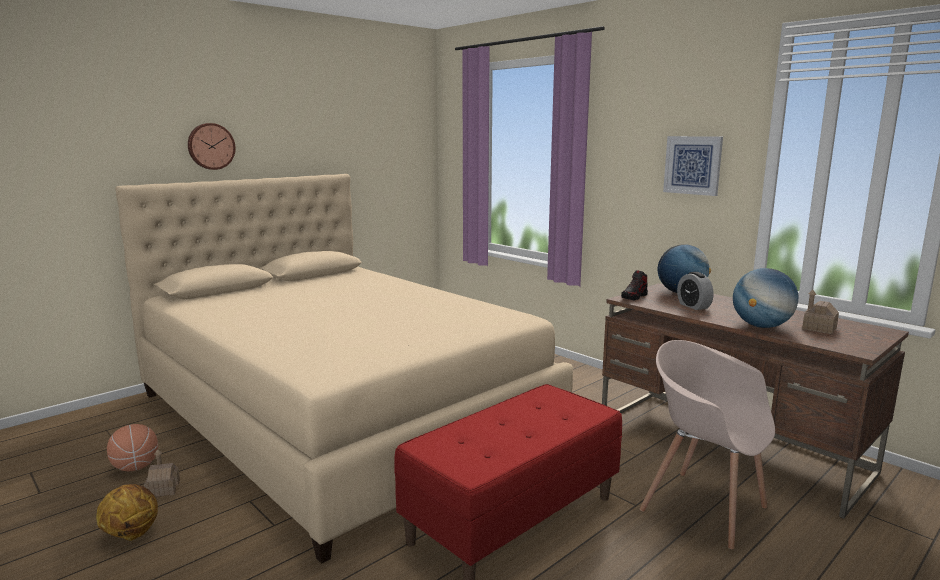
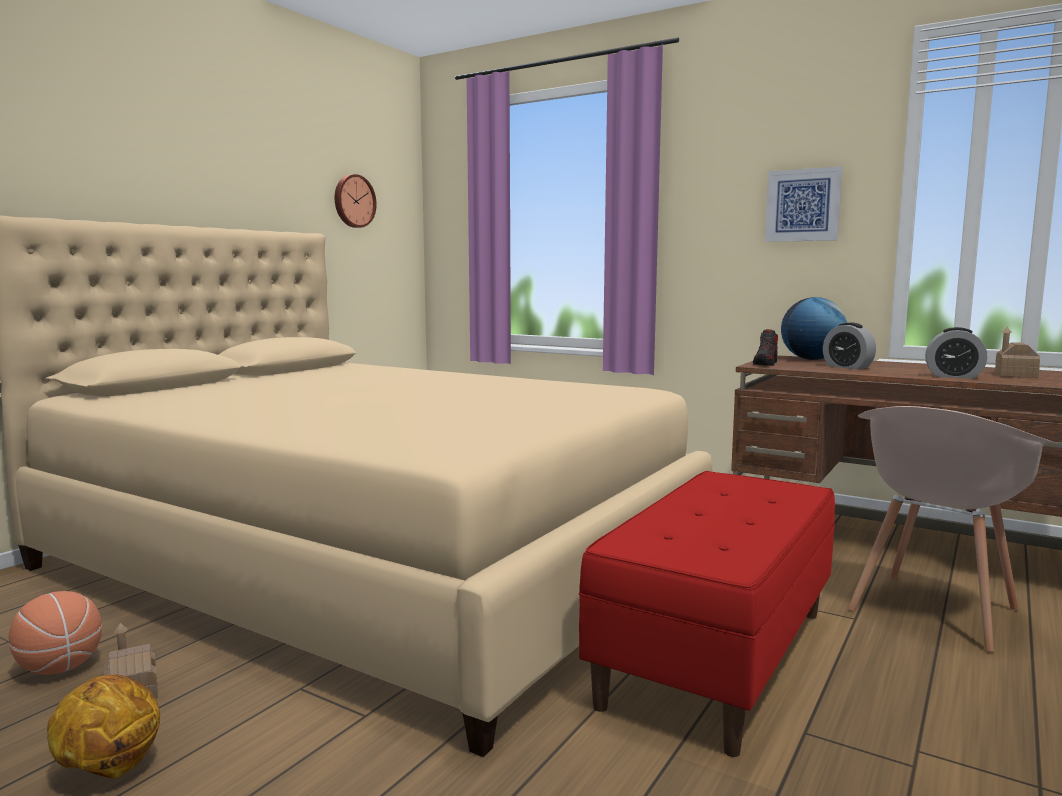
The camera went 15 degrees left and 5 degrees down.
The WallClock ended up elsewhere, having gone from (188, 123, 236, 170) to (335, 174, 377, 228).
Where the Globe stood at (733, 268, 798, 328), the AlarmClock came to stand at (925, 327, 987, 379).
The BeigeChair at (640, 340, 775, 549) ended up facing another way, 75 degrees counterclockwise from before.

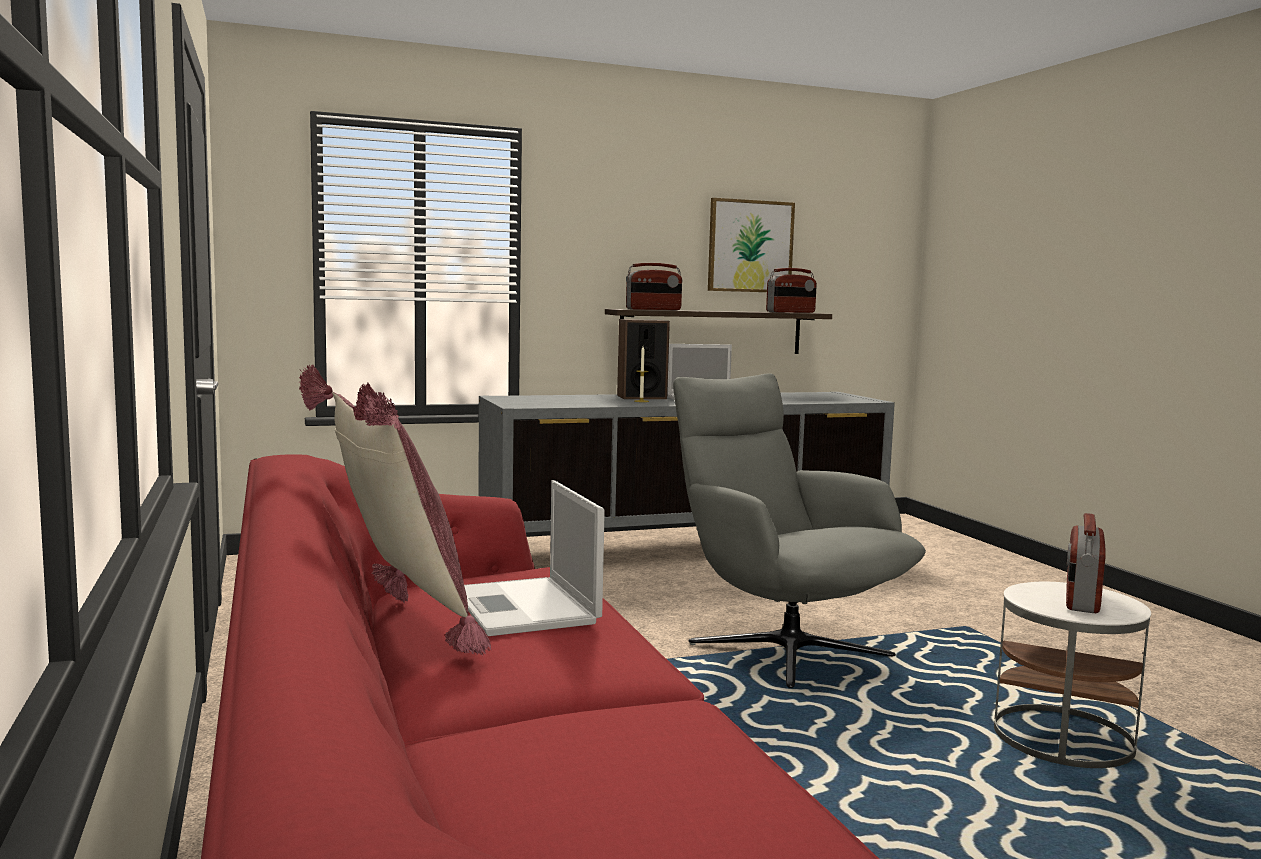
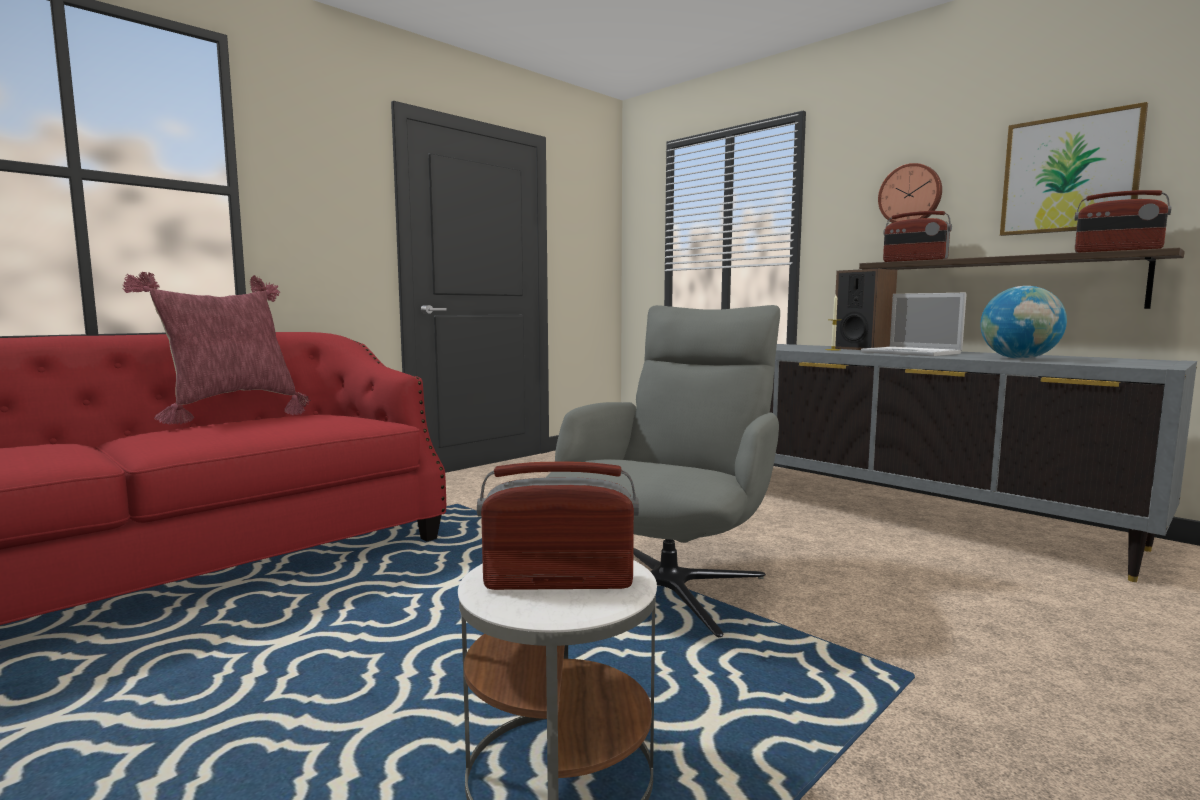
The camera went 65 degrees right and 0 degrees up.
The second view lost the Laptop at (464, 480, 605, 636).
The second view gained the WallClock at (878, 163, 942, 223).
The second view gained the Globe at (980, 286, 1067, 359).

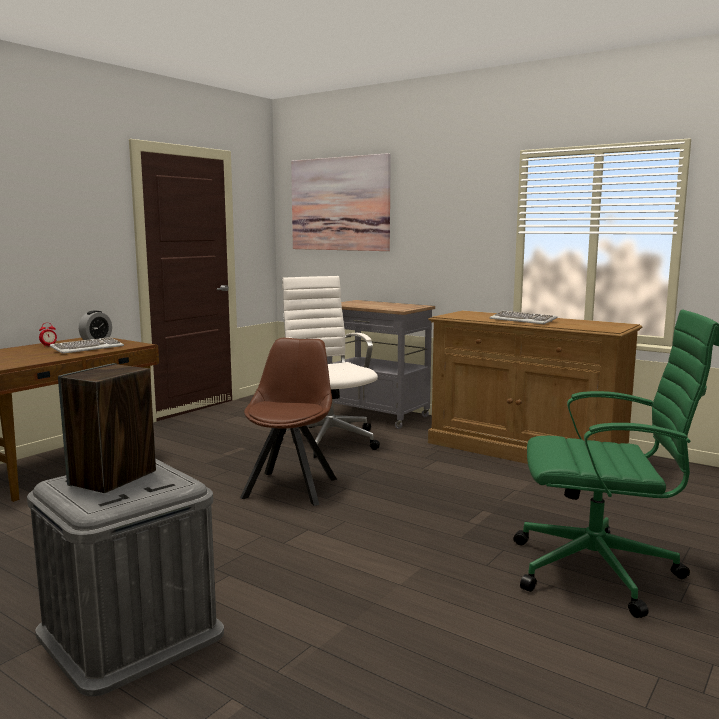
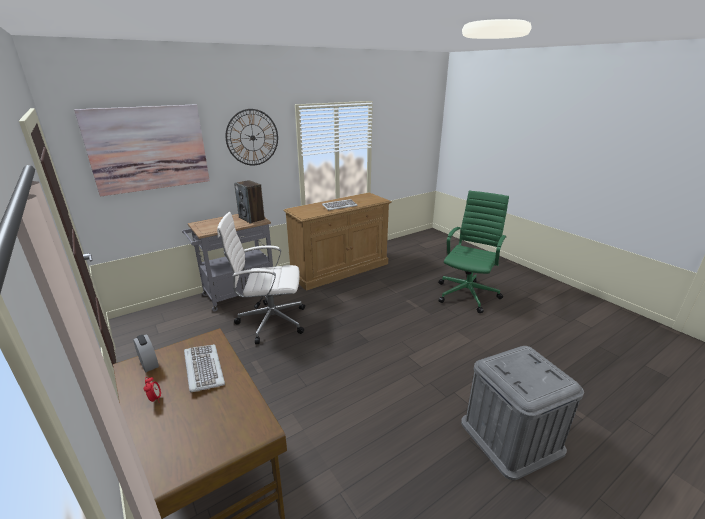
The camera went 70 degrees left and 15 degrees up.
The second view lost the BrownChair at (240, 338, 337, 506).
The second view gained the WallClock at (226, 109, 278, 165).
The Speaker ended up elsewhere, having gone from (58, 363, 156, 493) to (234, 180, 265, 224).

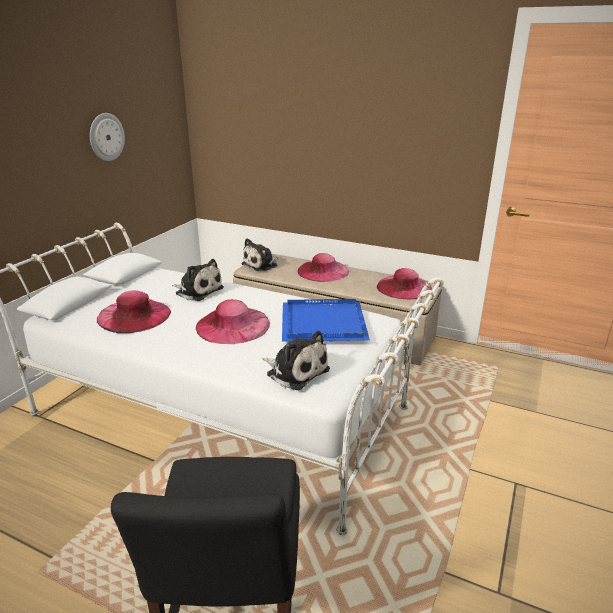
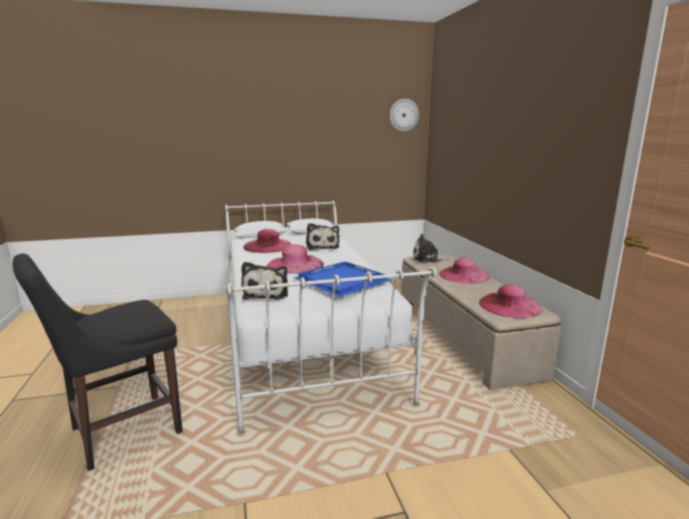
The camera went 50 degrees right and 10 degrees down.
The WallClock ended up elsewhere, having gone from (90, 113, 125, 161) to (390, 99, 419, 132).

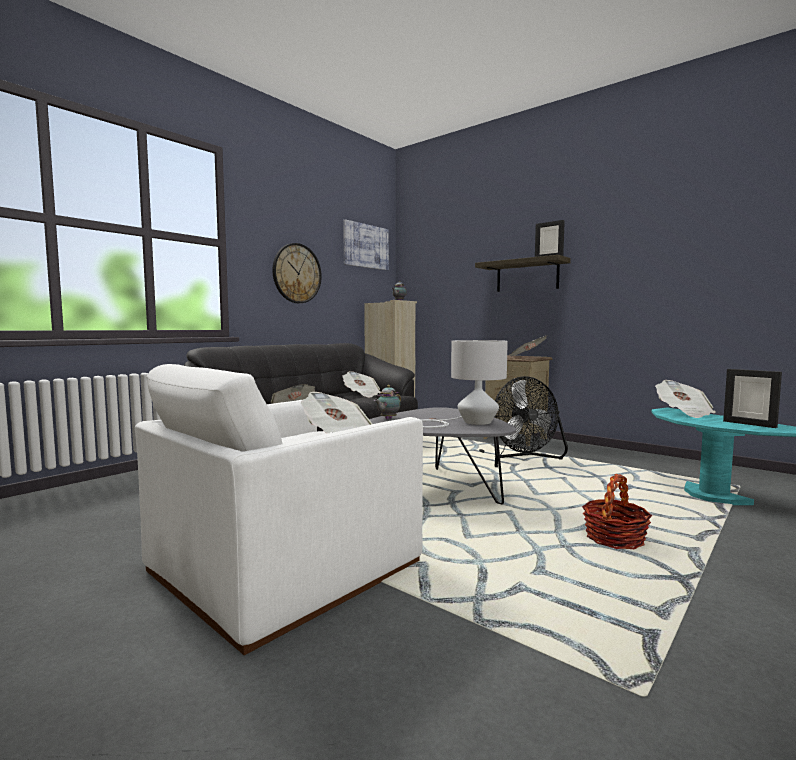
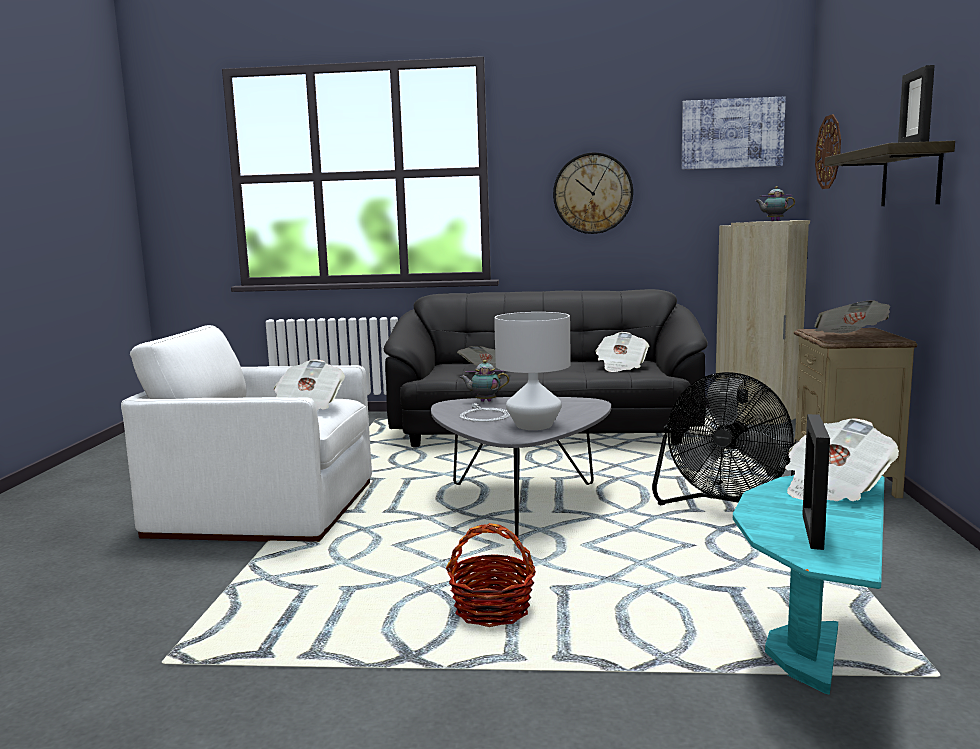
The camera went 55 degrees right and 5 degrees up.
The second view gained the WallClock at (815, 114, 841, 189).

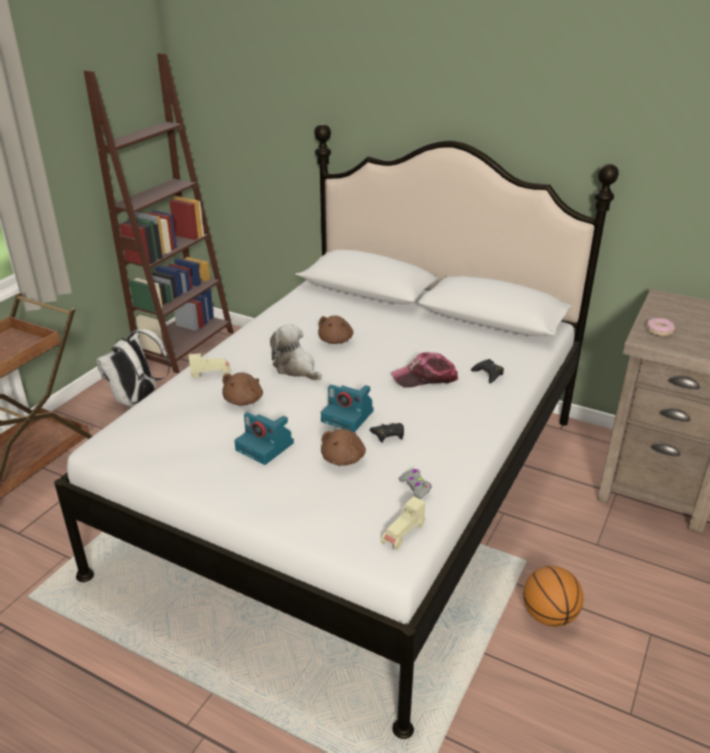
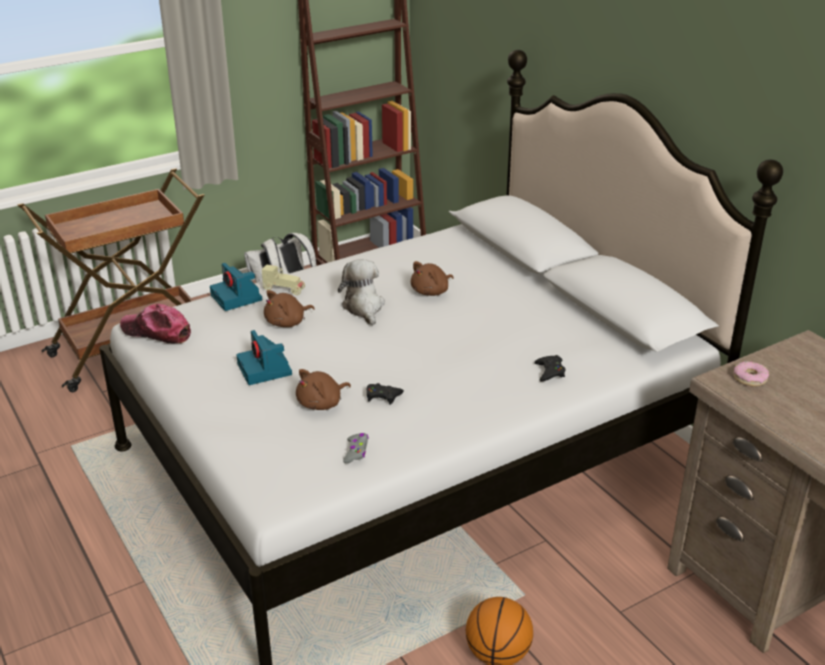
The camera went 30 degrees right and 0 degrees up.
The second view lost the BeigeToyCar at (381, 496, 426, 550).
The PhotoCamera ended up elsewhere, having gone from (321, 385, 374, 432) to (210, 263, 262, 311).
The Cap ended up elsewhere, having gone from (391, 352, 458, 388) to (120, 304, 191, 343).

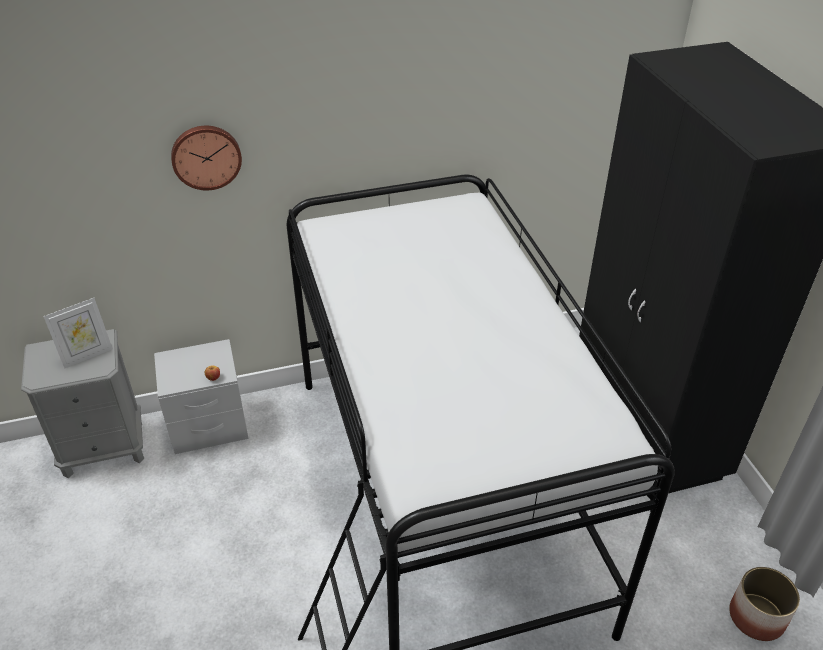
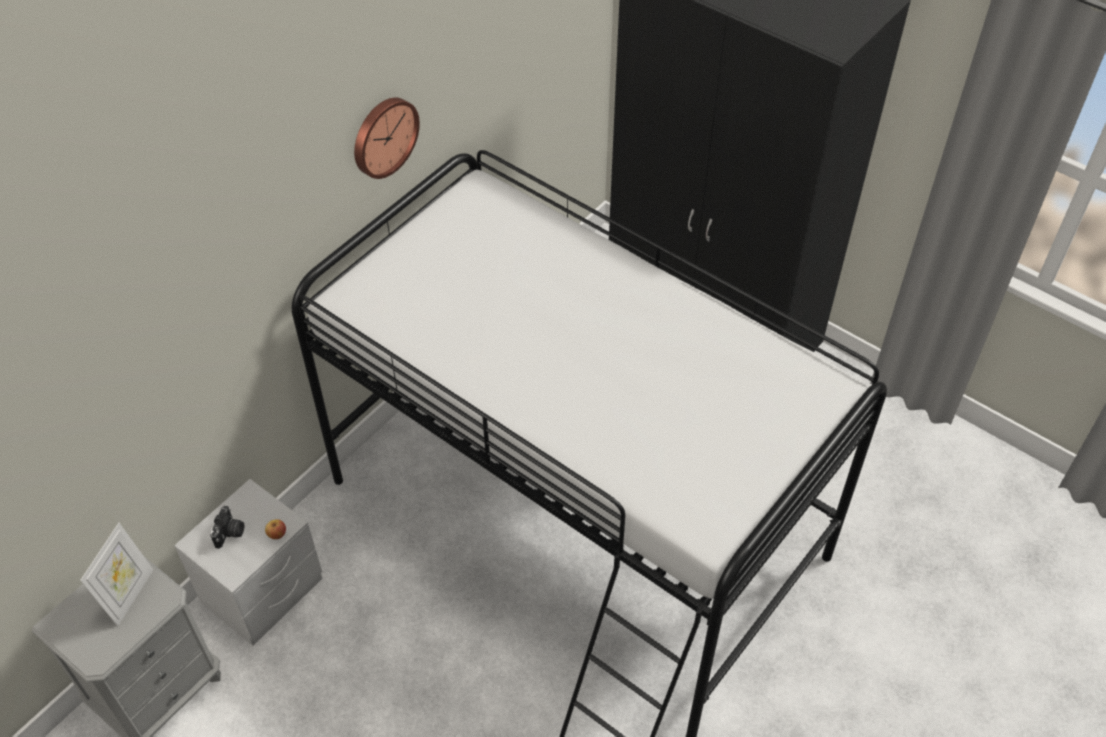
The camera went 35 degrees left and 10 degrees up.
The second view lost the Planter at (729, 567, 800, 641).
The second view gained the PhotoCamera at (210, 506, 244, 549).
The WallClock ended up elsewhere, having gone from (171, 126, 242, 190) to (354, 98, 420, 179).

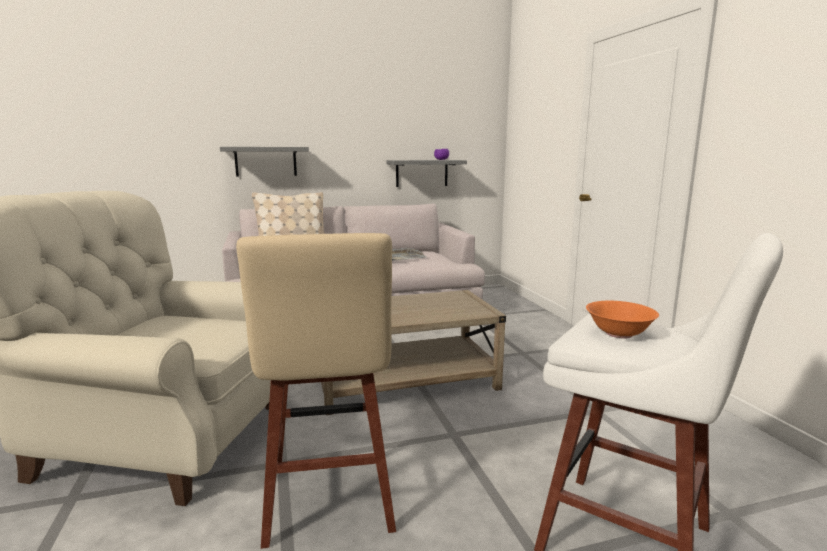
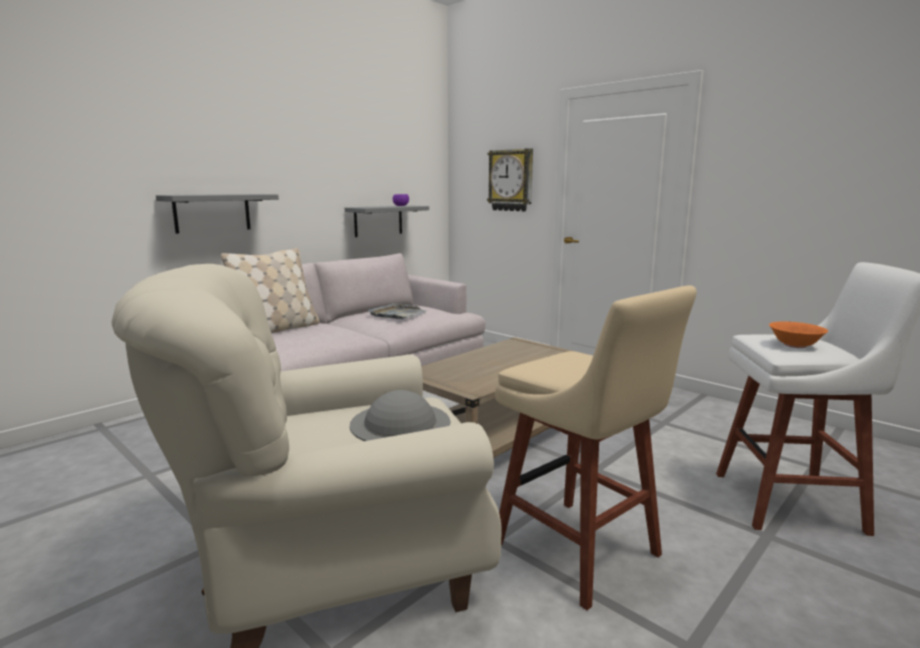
The camera went 30 degrees left and 0 degrees up.
The second view gained the GreyHat at (350, 390, 450, 441).
The second view gained the WallClock at (487, 148, 533, 211).

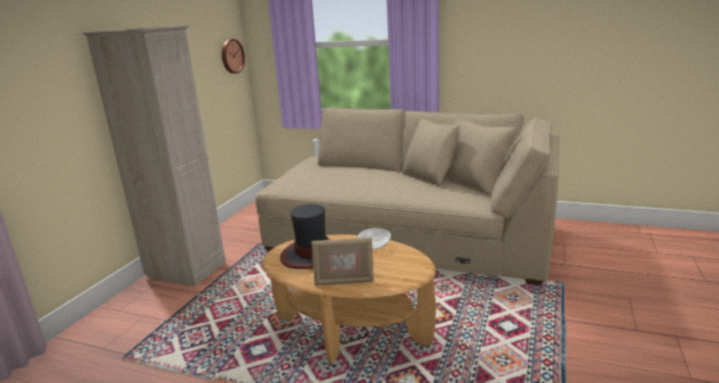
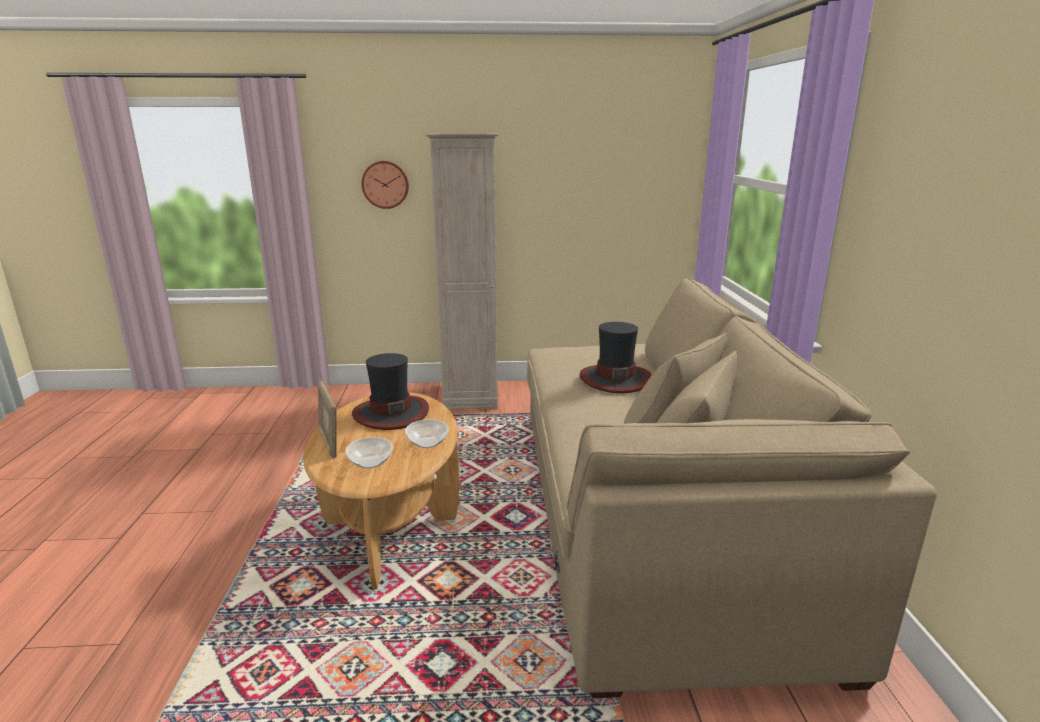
The camera went 65 degrees right and 0 degrees up.
The second view gained the Bowl at (345, 437, 393, 469).
The second view gained the Hat at (580, 322, 652, 393).
The WallClock ended up elsewhere, having gone from (222, 39, 245, 74) to (361, 161, 409, 209).

